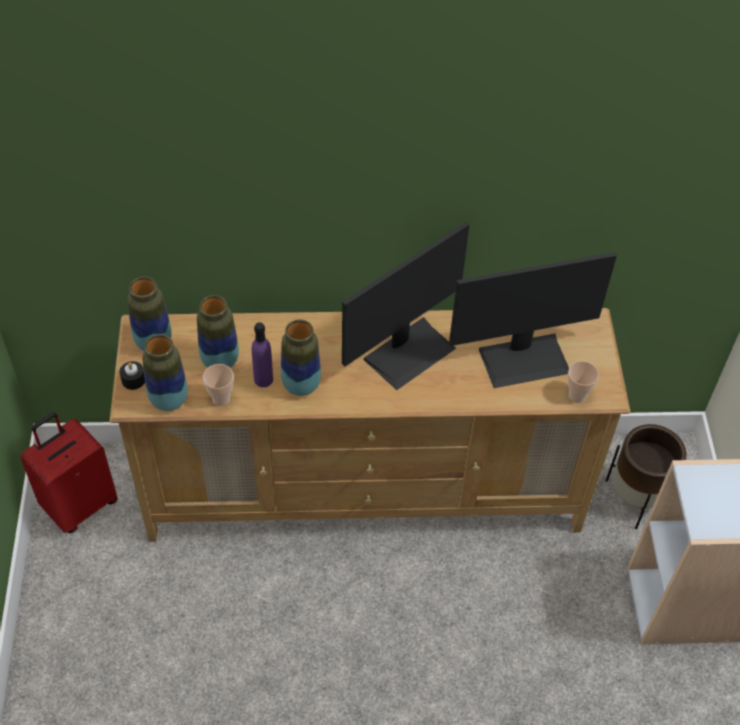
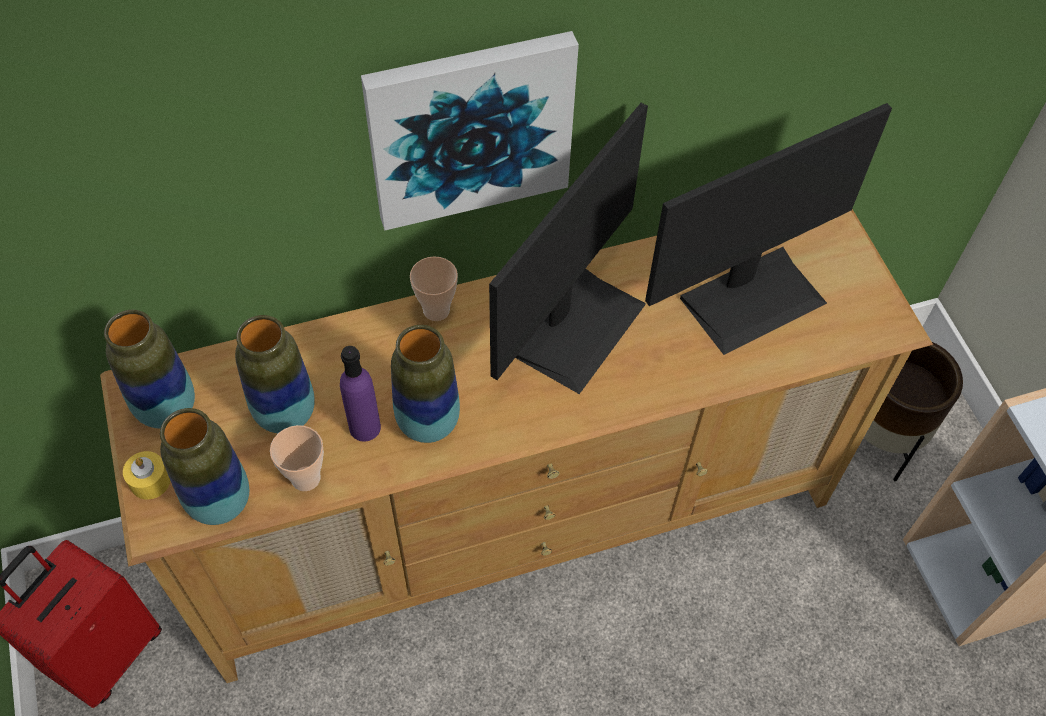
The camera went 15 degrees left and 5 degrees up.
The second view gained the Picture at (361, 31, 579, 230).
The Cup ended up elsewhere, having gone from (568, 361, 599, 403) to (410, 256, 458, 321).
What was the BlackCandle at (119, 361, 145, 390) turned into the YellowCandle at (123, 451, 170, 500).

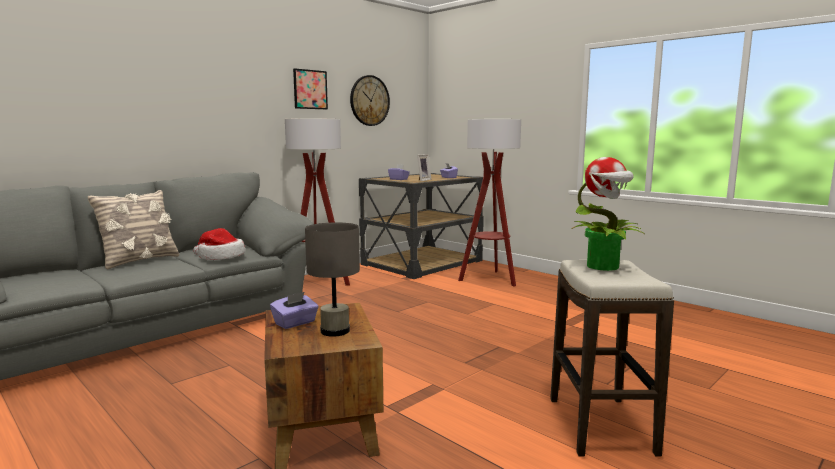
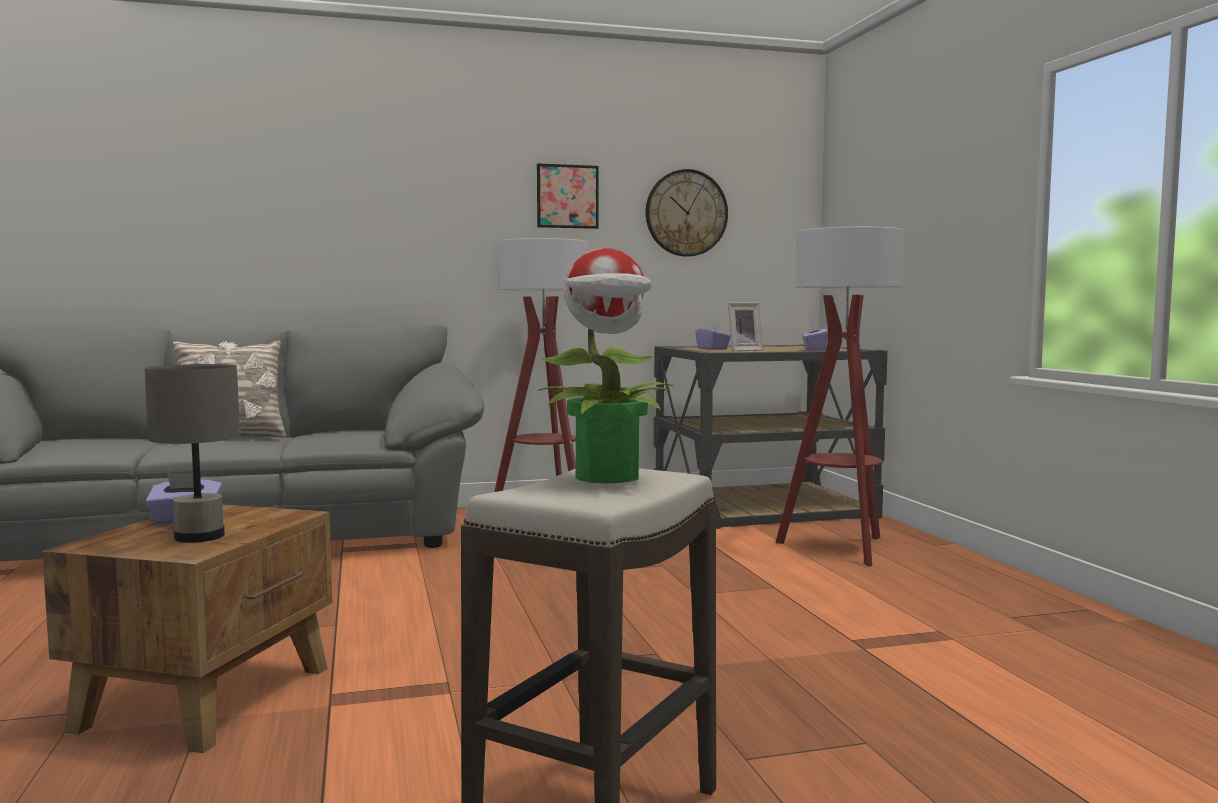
The camera went 30 degrees right and 5 degrees down.
The second view lost the Hat at (193, 228, 245, 260).

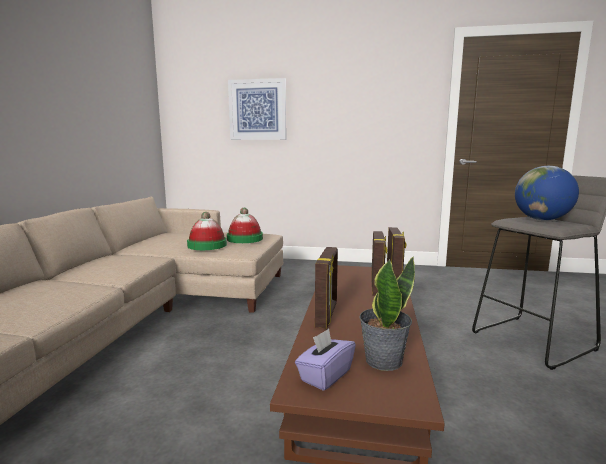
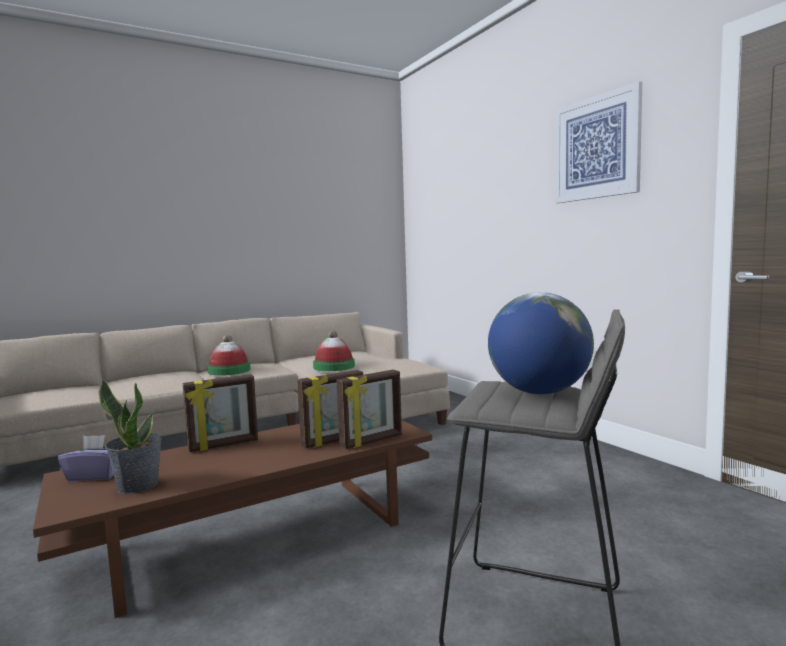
The camera went 50 degrees right and 5 degrees down.
The Hat ended up elsewhere, having gone from (227, 208, 263, 243) to (207, 335, 251, 376).
The Picture ended up elsewhere, having gone from (228, 78, 286, 140) to (555, 81, 642, 203).

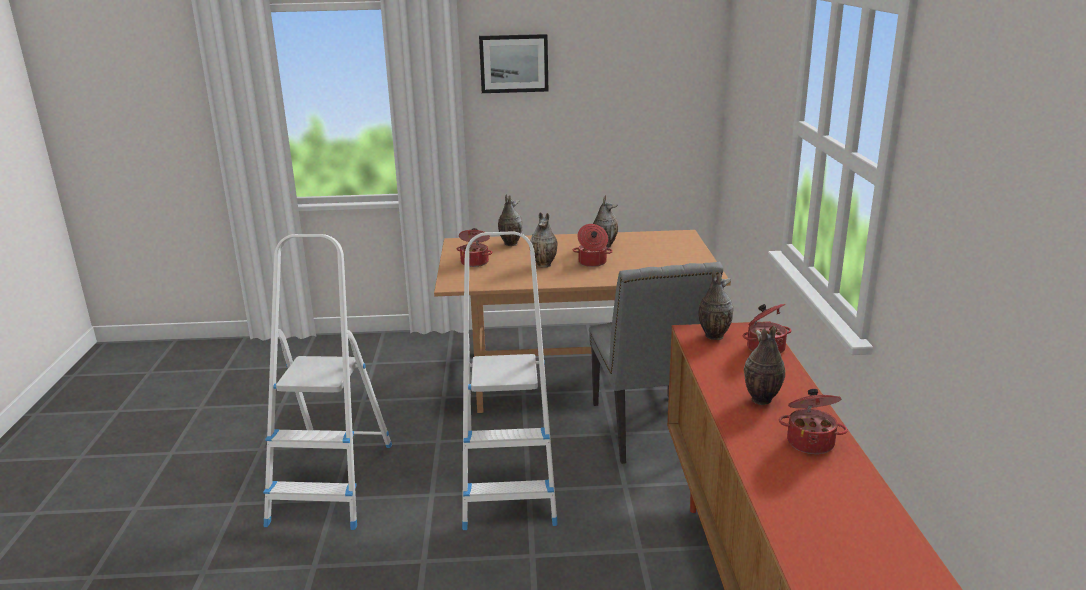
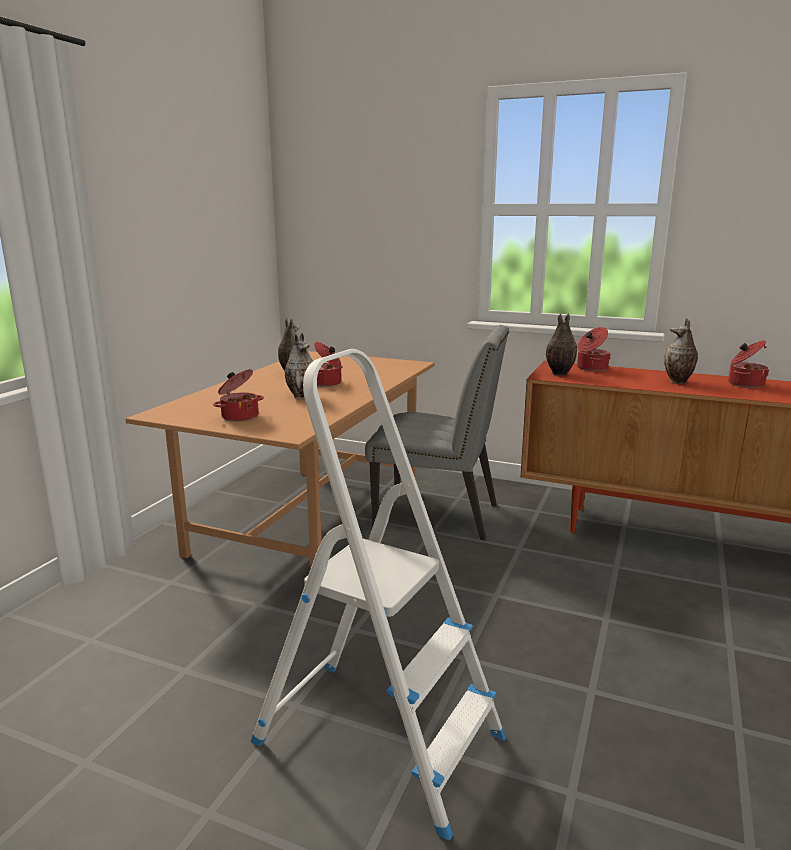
The camera went 65 degrees left and 5 degrees down.
The second view lost the WhiteStepLadder at (462, 231, 558, 530).
The second view lost the Picture at (479, 34, 548, 93).
The second view lost the Vase at (498, 194, 523, 246).

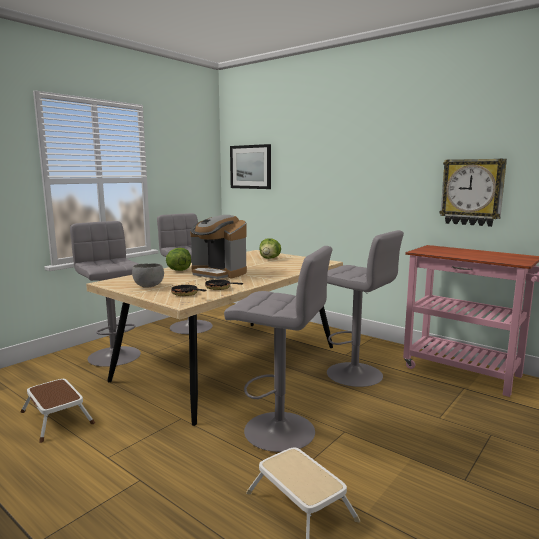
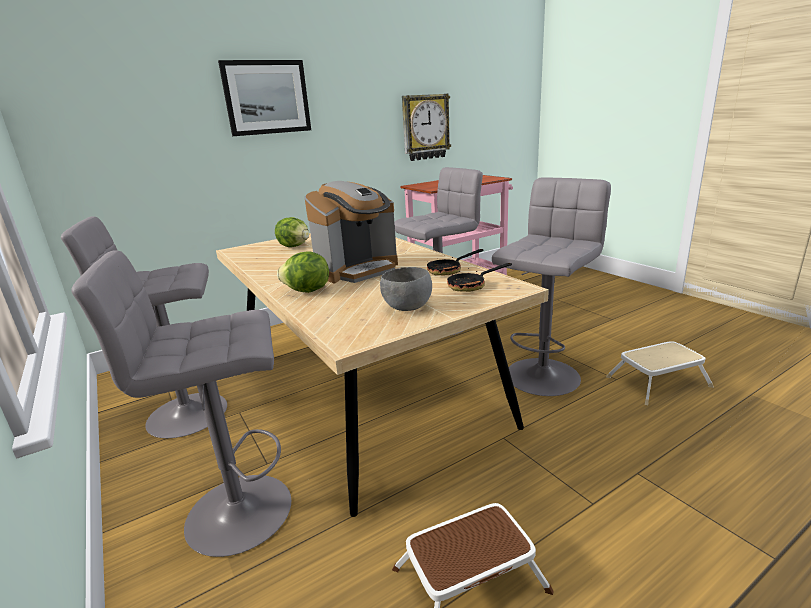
The camera went 70 degrees left and 10 degrees up.
The Picture ended up elsewhere, having gone from (230, 144, 271, 189) to (218, 60, 311, 136).

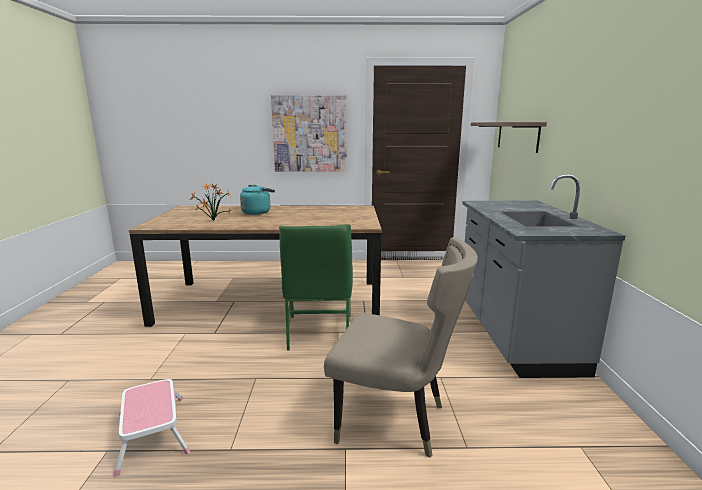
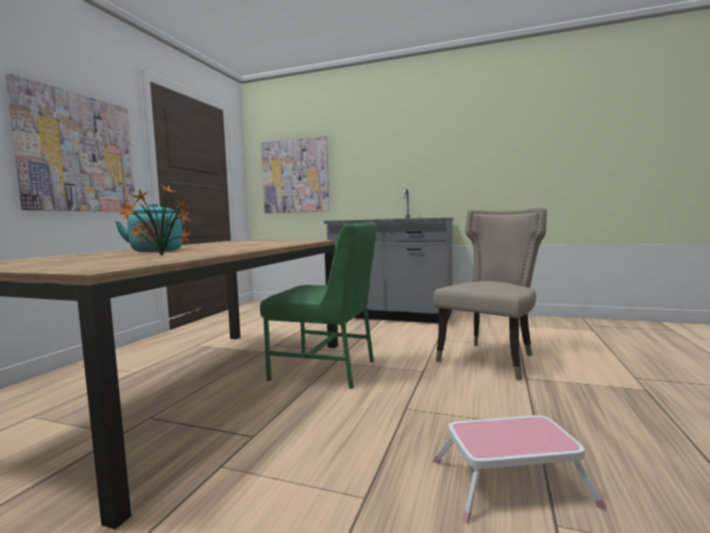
The camera went 70 degrees left and 10 degrees down.
Where the Shelf hung at (471, 122, 547, 153), the Picture came to hang at (261, 136, 330, 213).

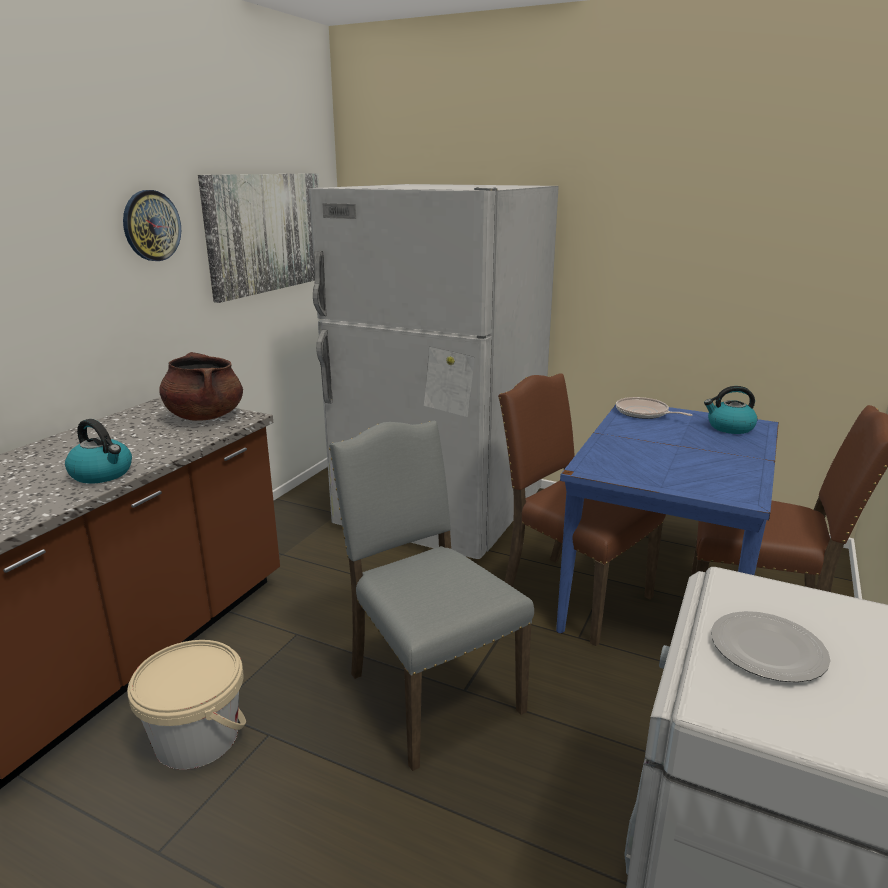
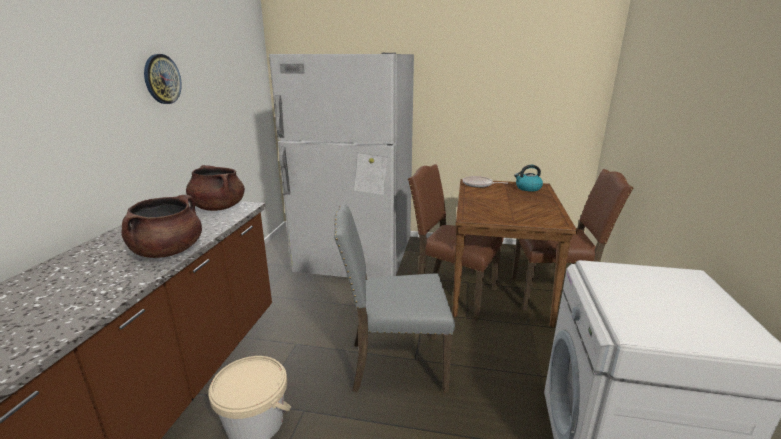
The camera went 15 degrees left and 0 degrees up.
The second view lost the Picture at (198, 173, 319, 303).
The second view lost the Plate at (711, 611, 831, 682).
Where the Kettle stood at (65, 419, 132, 484), the BrownCookingPot came to stand at (121, 195, 202, 258).
What was the BlueDiningTable at (556, 405, 779, 633) turned into the BrownDiningTable at (453, 179, 577, 328).
The GreyChair at (329, 421, 534, 771) ended up facing another way, 45 degrees counterclockwise from before.

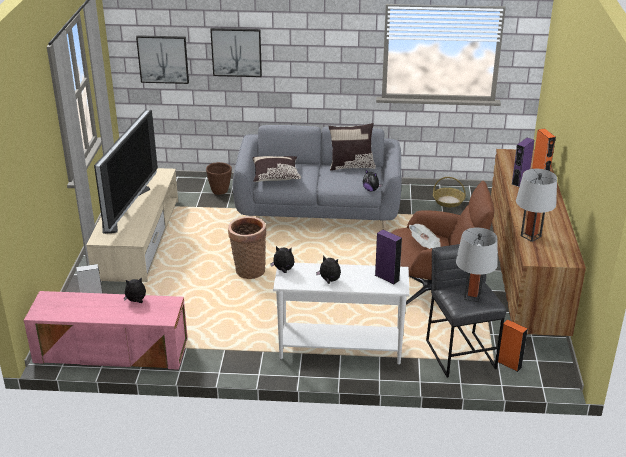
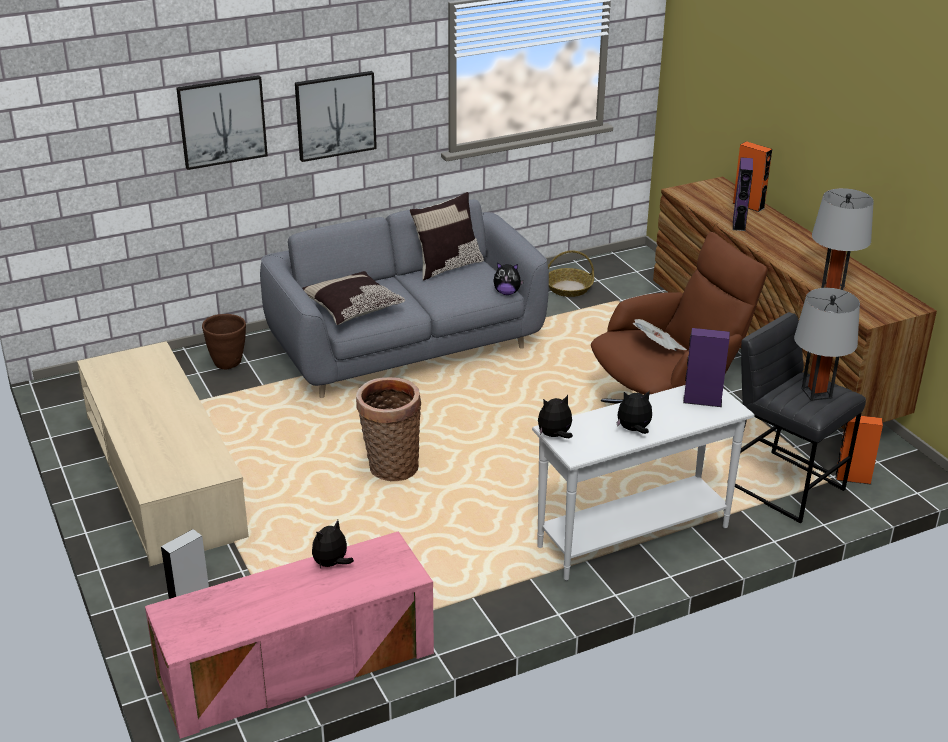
The camera went 30 degrees left and 0 degrees up.
The second view lost the Television at (94, 109, 158, 234).
The Picture ended up elsewhere, having gone from (136, 35, 189, 84) to (295, 71, 377, 162).

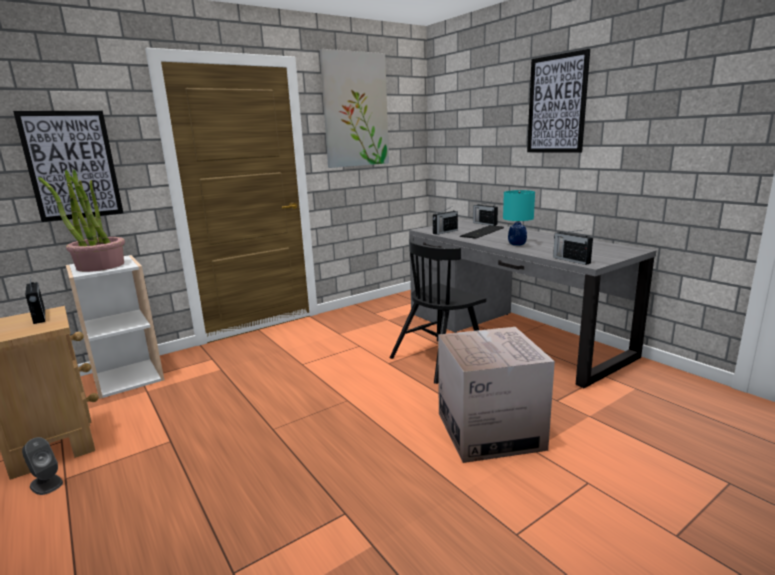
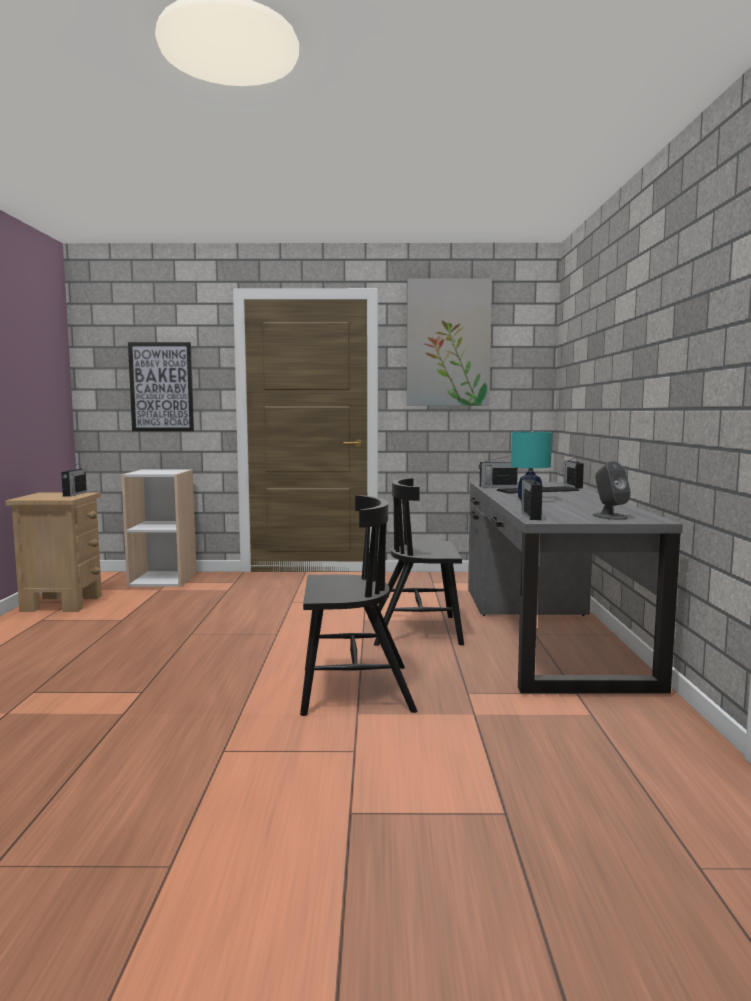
The camera went 35 degrees right and 10 degrees down.
The second view lost the PottedPlant at (38, 169, 125, 272).
The second view lost the Picture at (527, 49, 590, 153).
The GreySpeaker ended up elsewhere, having gone from (22, 437, 63, 495) to (593, 461, 631, 520).
Where the CardboardBox stood at (438, 327, 555, 463), the BlackChair came to stand at (300, 495, 417, 716).

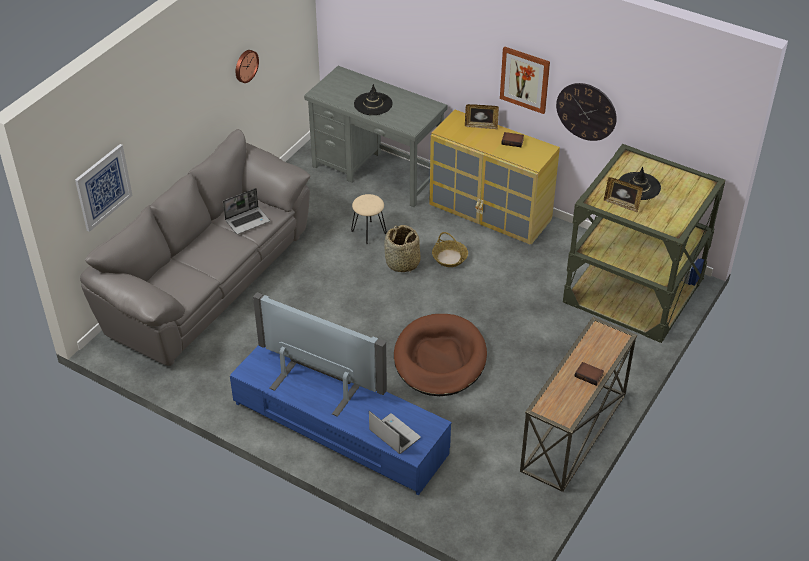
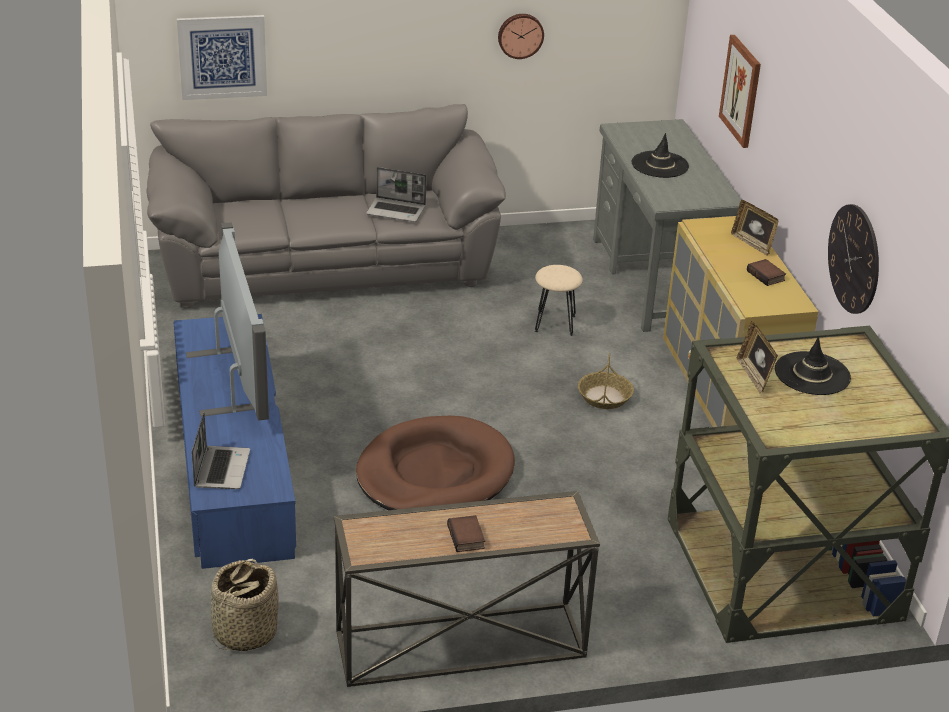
The camera went 45 degrees right and 10 degrees down.
The Basket ended up elsewhere, having gone from (384, 225, 421, 272) to (211, 559, 278, 651).
The Picture ended up elsewhere, having gone from (500, 46, 550, 114) to (719, 35, 761, 148).

